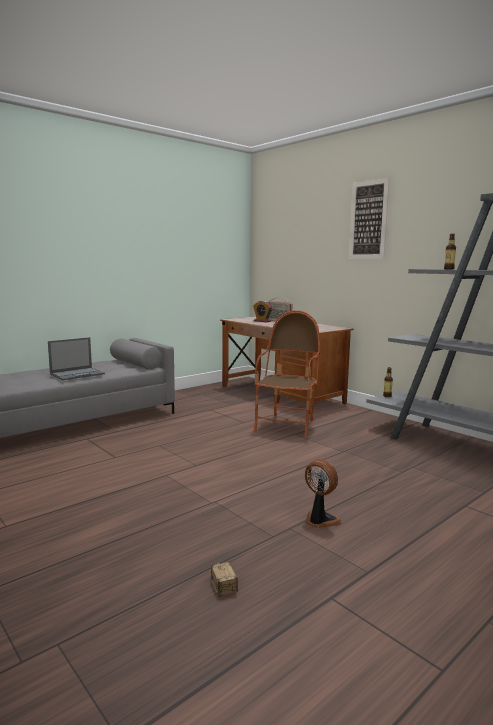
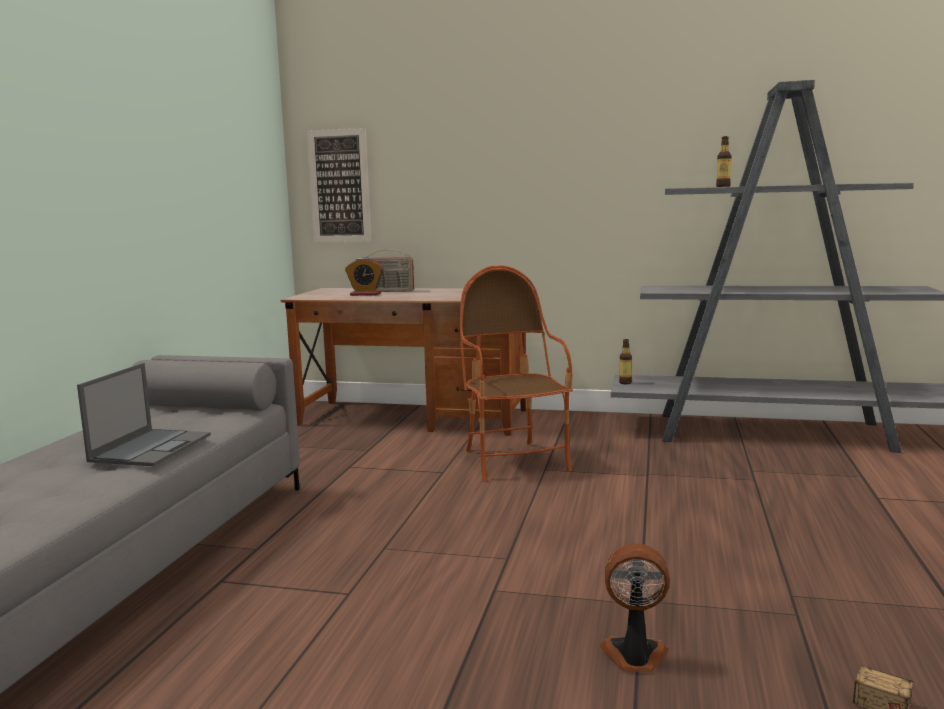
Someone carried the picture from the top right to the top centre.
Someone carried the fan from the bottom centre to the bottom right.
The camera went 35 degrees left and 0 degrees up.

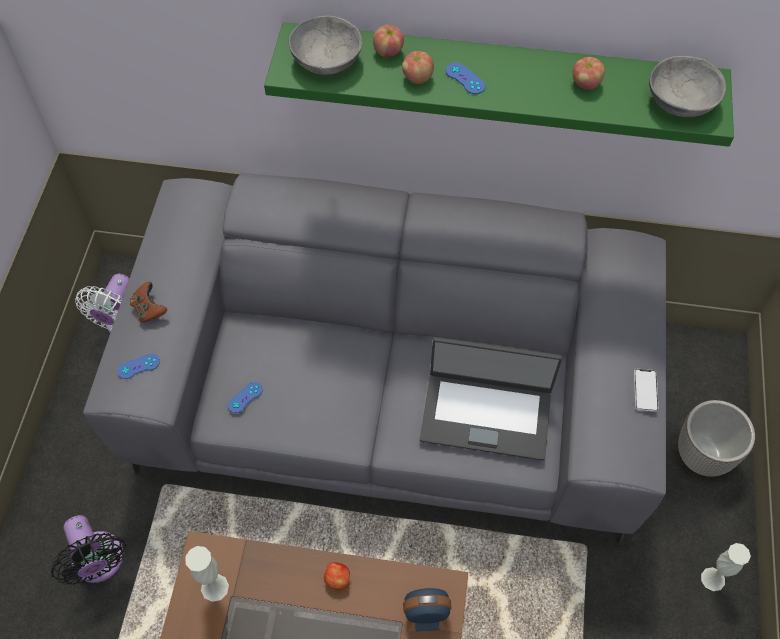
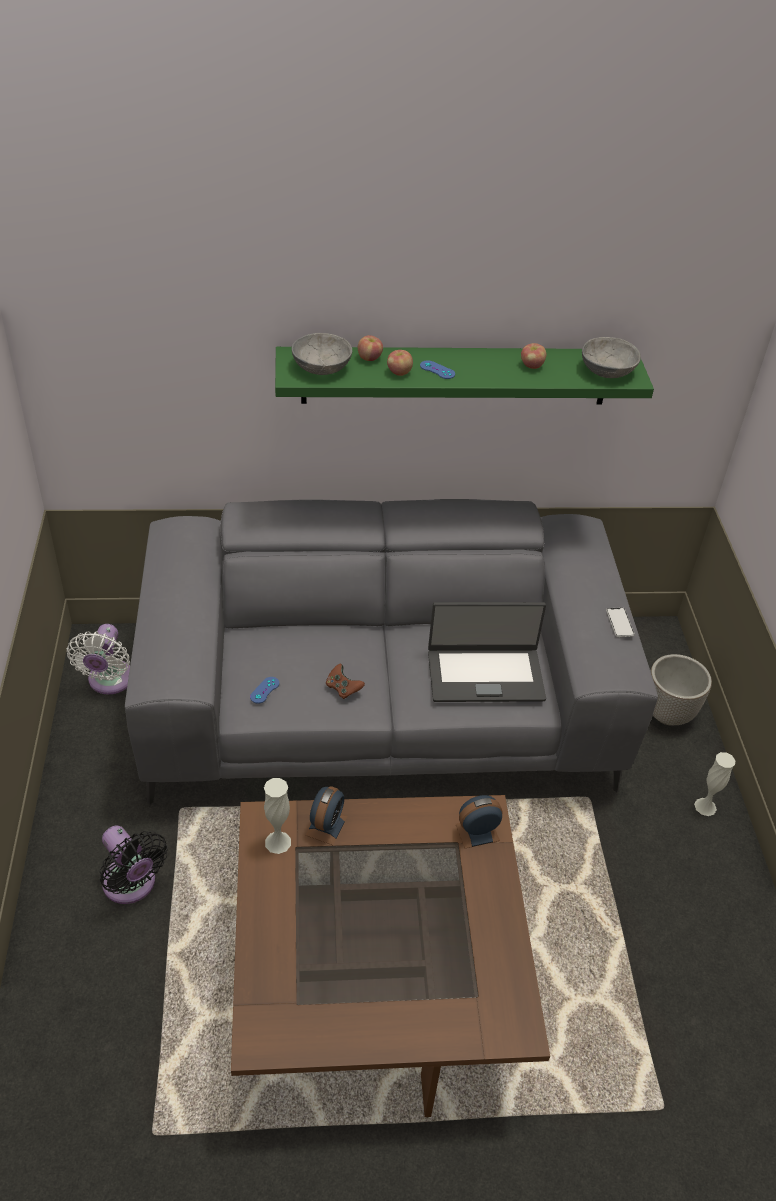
Someone put down the alarm clock (no. 1 from left) at the bottom centre.
Someone carried the game controller in brown from the middle left to the centre.
Someone took away the game controller in blue (no. 1 from left) at the middle left.
Someone took away the apple (no. 1 from left) at the bottom centre.
The camera went 15 degrees left and 15 degrees down.

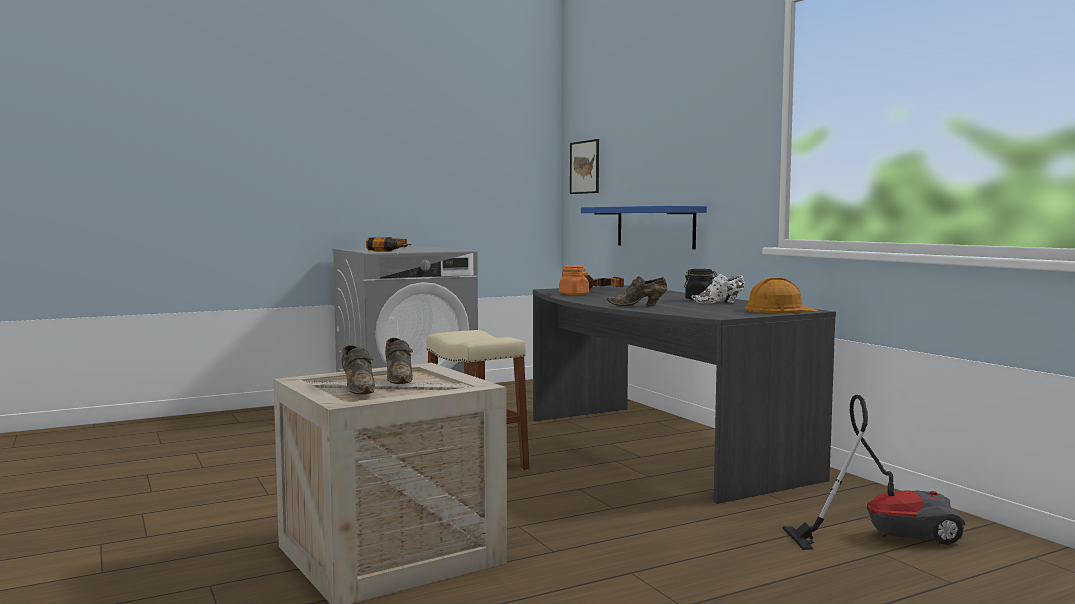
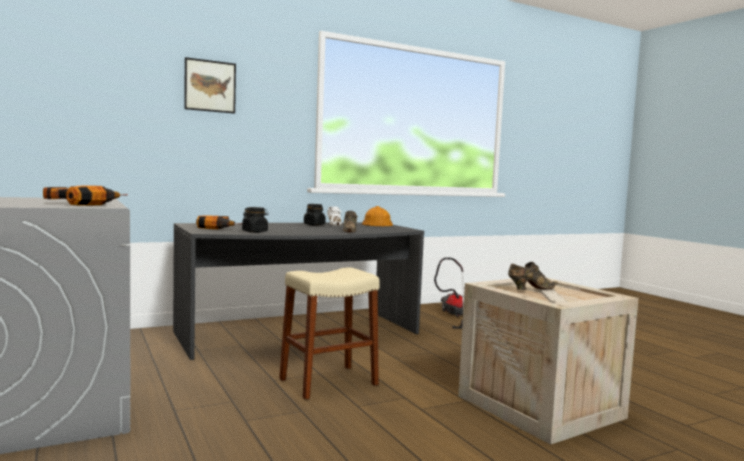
Someone carried the picture from the top centre to the top left.
Someone repainted the jar in orange at the centre, which became the jar in black (no. 1 from left) at the centre.
Someone took away the shoe in brown (no. 1 from left) at the middle left.
Someone took away the shelf in blue at the centre.
The camera went 90 degrees left and 0 degrees up.

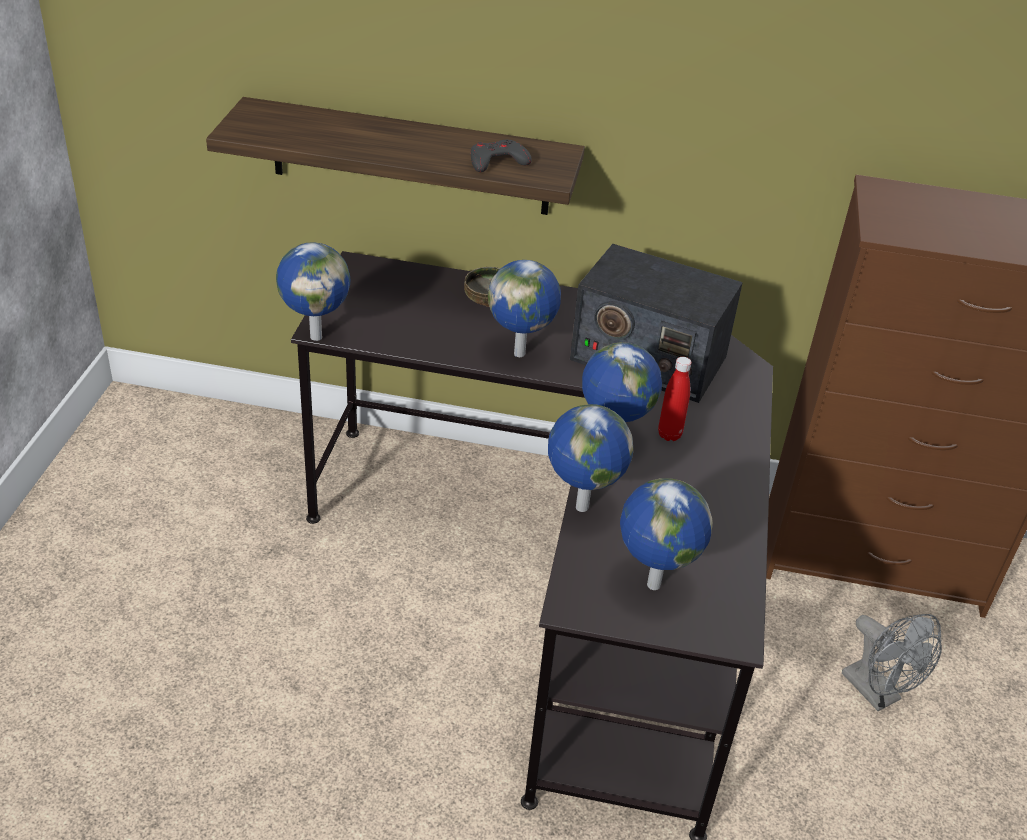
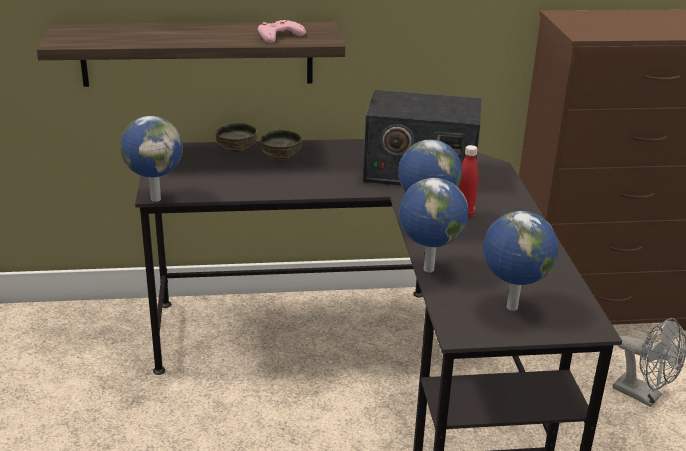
Someone put down the bowl (no. 1 from left) at the top centre.
Someone repainted the game controller in grey at the top centre, which became the game controller in pink at the top centre.
Someone took away the globe (no. 2 from left) at the centre.
The camera went 15 degrees left and 10 degrees down.

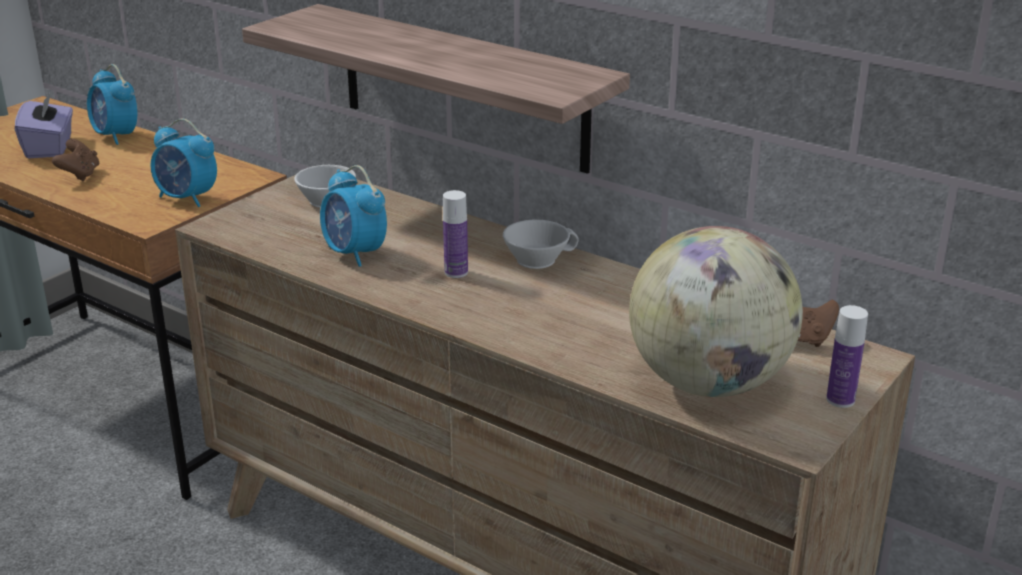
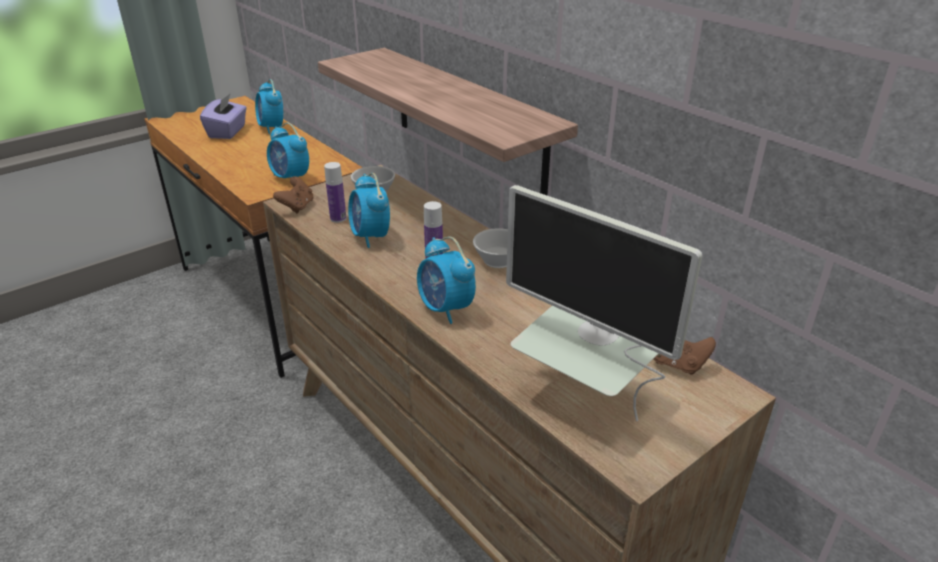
Someone carried the game controller in brown (no. 1 from left) from the top left to the middle left.
Someone carried the bottle (no. 2 from left in the first image) from the middle right to the centre.
Someone put down the alarm clock (no. 4 from left) at the centre.
Someone swapped the globe at the middle right for the monitor at the centre.
The camera went 15 degrees right and 5 degrees up.

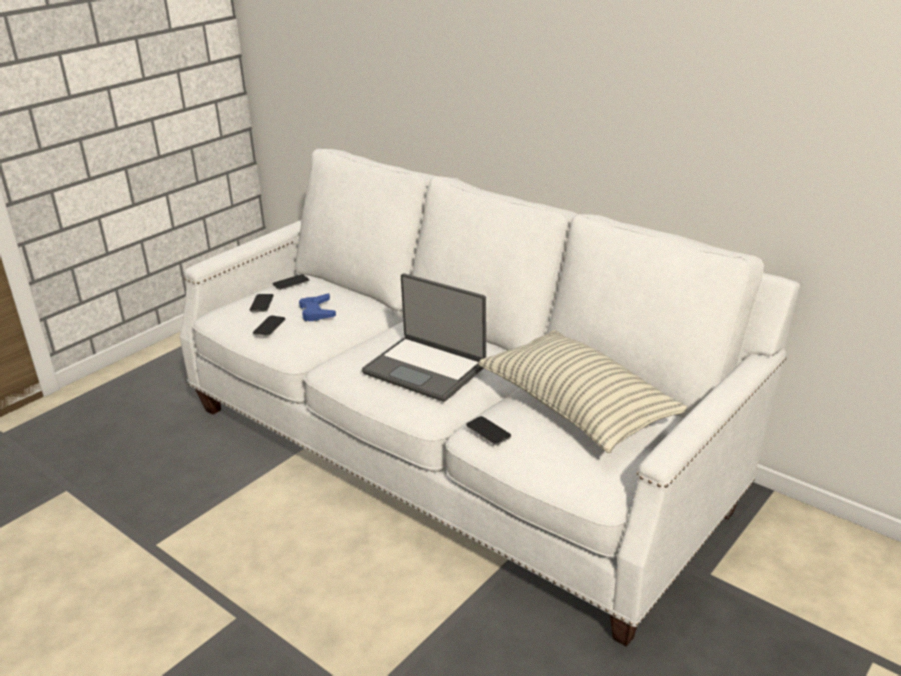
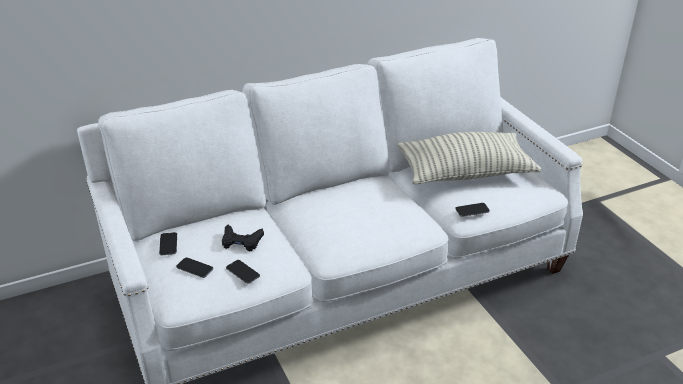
Someone repainted the game controller in blue at the centre, which became the game controller in black at the centre.
Someone took away the laptop at the centre.
The camera went 65 degrees left and 5 degrees up.

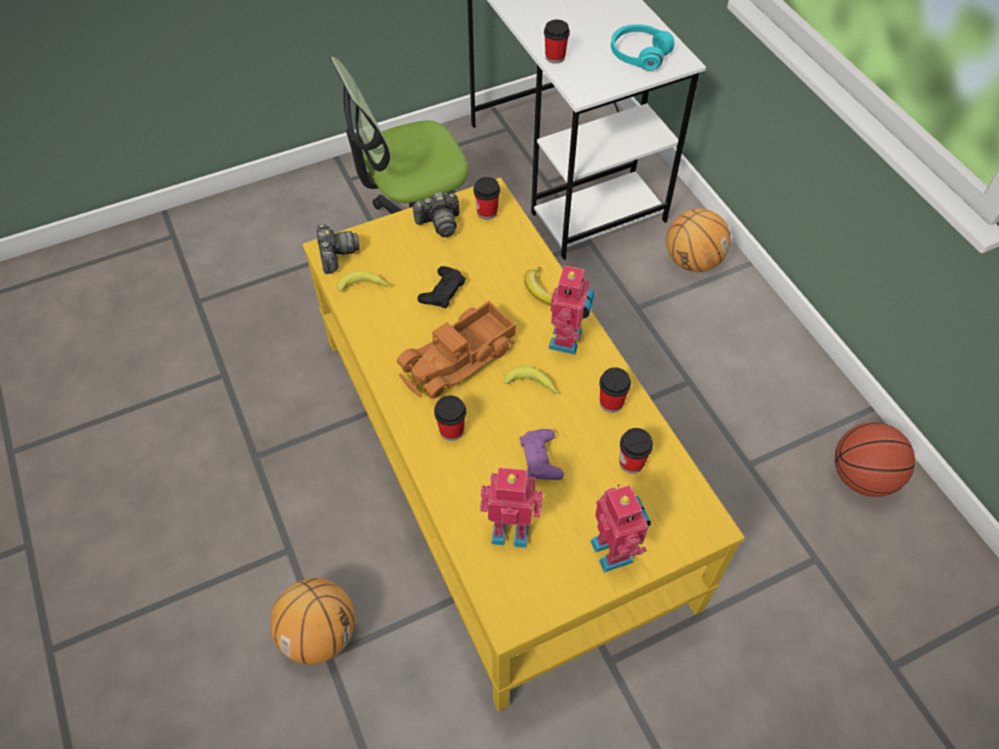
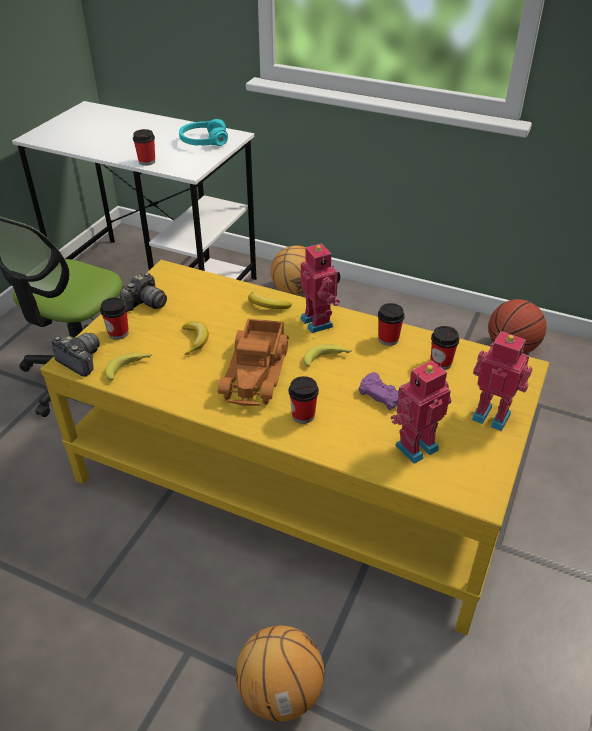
Someone carried the cup (no. 2 from left in the first image) from the top centre to the middle left.
Someone swapped the game controller in black at the centre for the banana (no. 2 from left) at the middle left.
The camera went 40 degrees left and 15 degrees down.

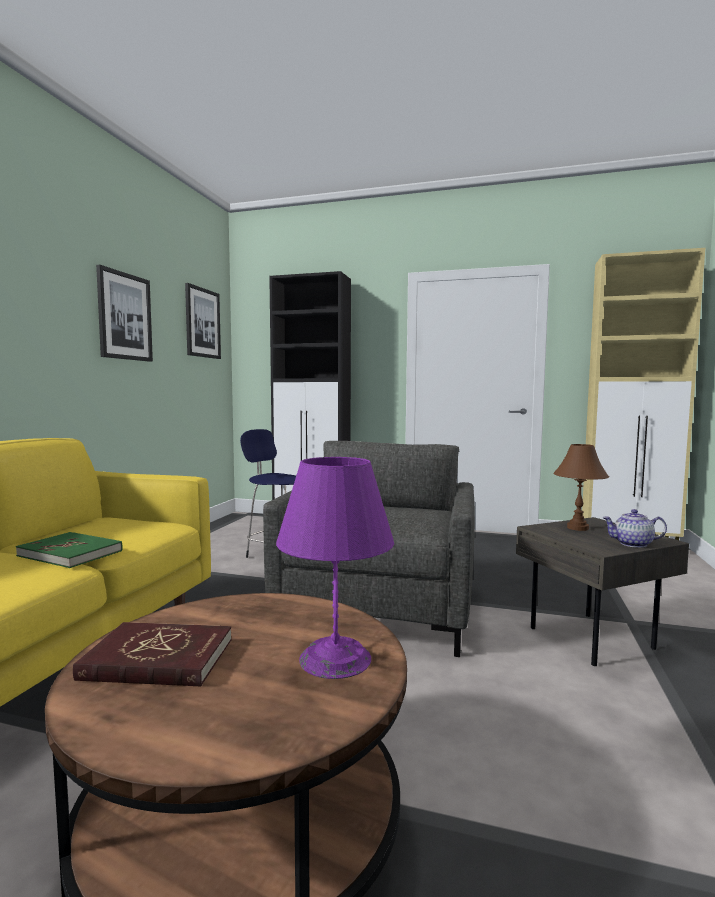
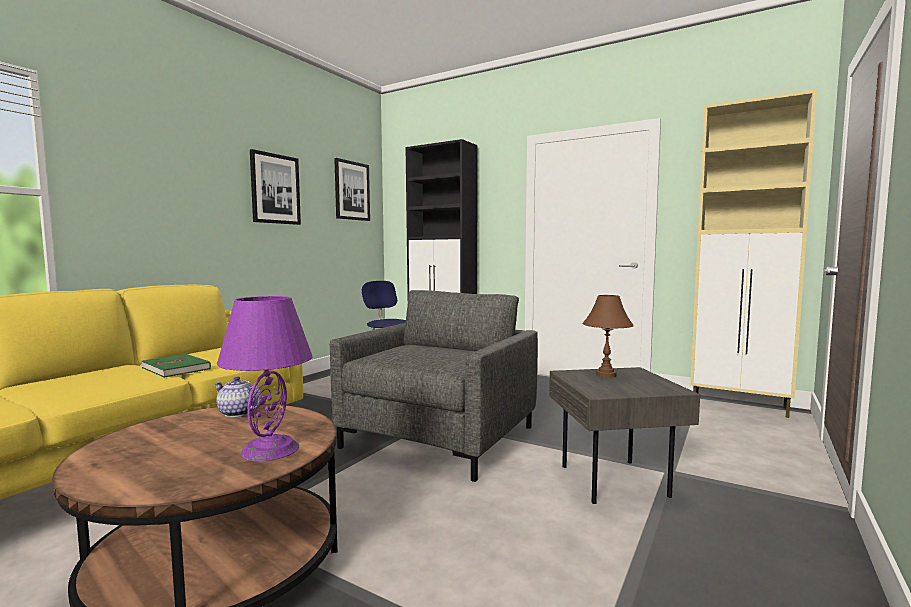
Someone carried the teapot from the middle right to the middle left.
Someone took away the book in red at the bottom left.
The camera went 15 degrees right and 0 degrees up.

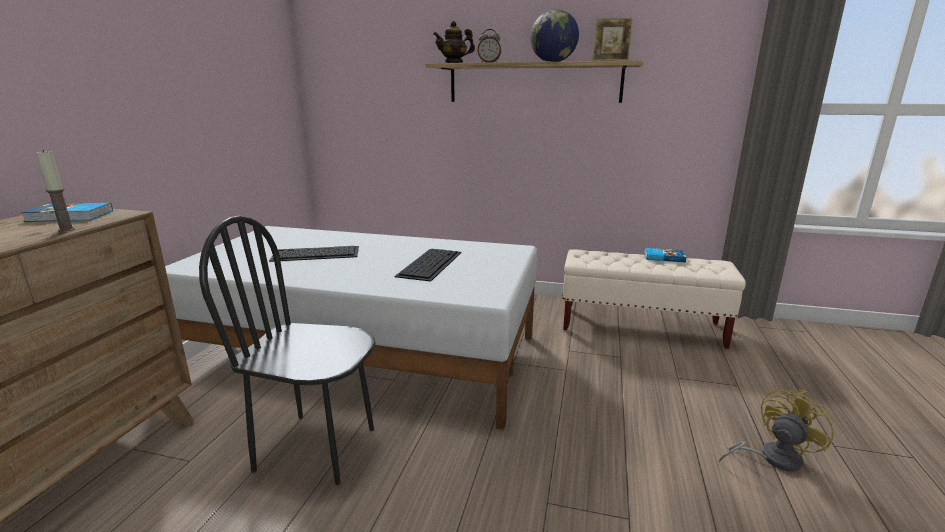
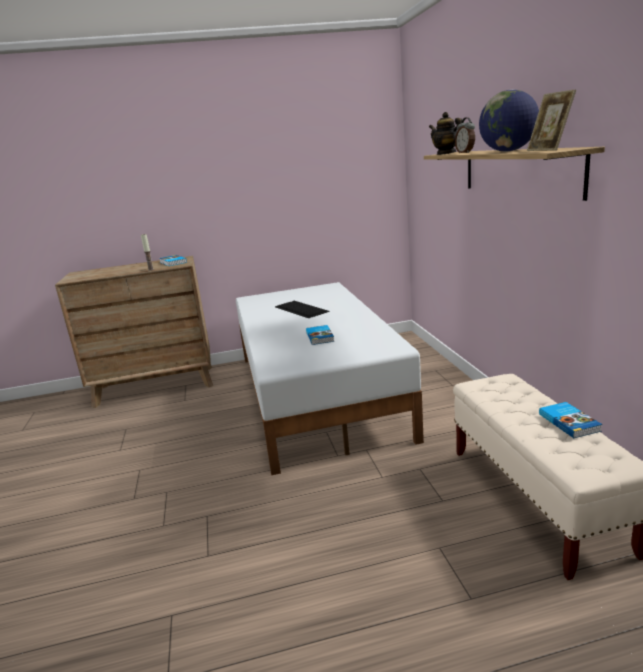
Someone swapped the keyboard (no. 2 from left) at the centre for the book (no. 2 from left) at the centre.
Someone took away the chair in black at the middle left.
Someone took away the fan in yellow at the bottom right.
The camera went 65 degrees right and 0 degrees up.

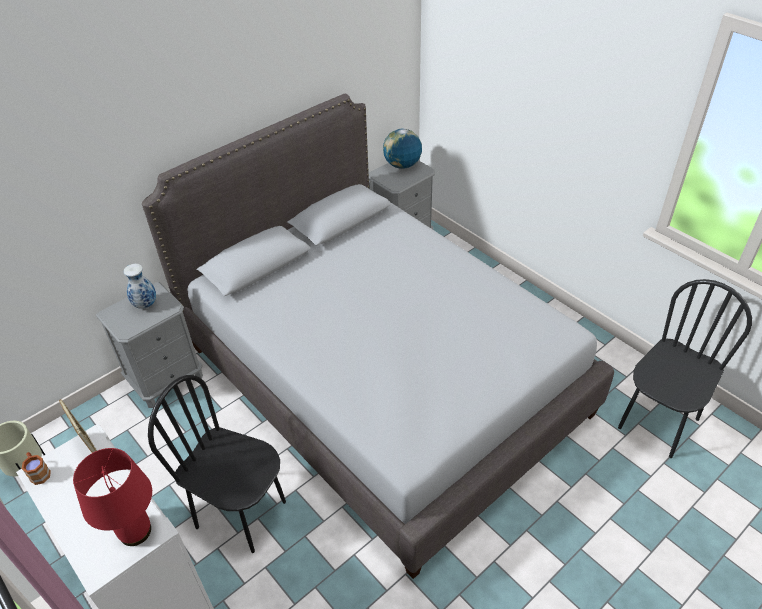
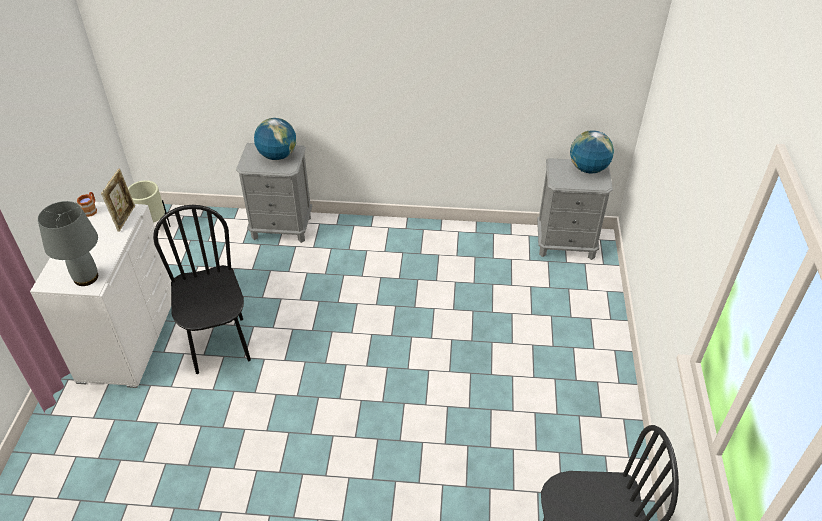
Someone repainted the table lamp in red at the bottom left, which became the table lamp in grey at the middle left.
Someone swapped the vase at the middle left for the globe (no. 1 from left) at the top centre.
Someone took away the bed in grey at the centre.
The camera went 45 degrees right and 0 degrees up.

